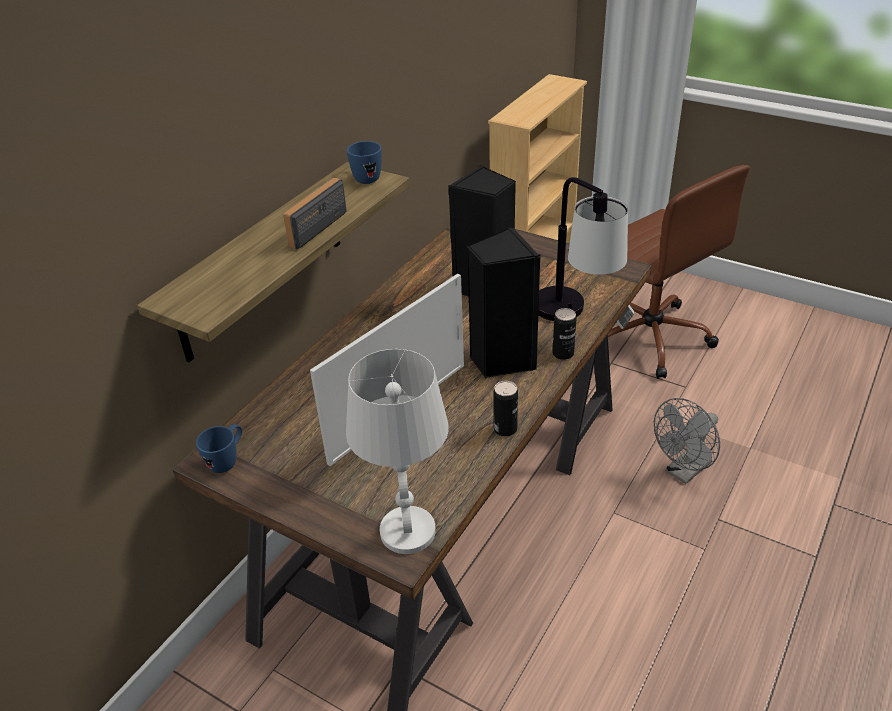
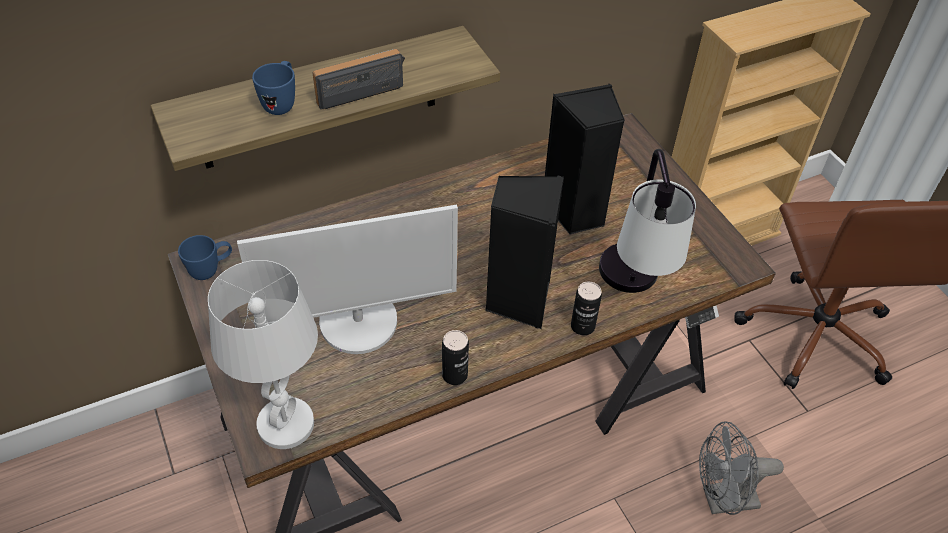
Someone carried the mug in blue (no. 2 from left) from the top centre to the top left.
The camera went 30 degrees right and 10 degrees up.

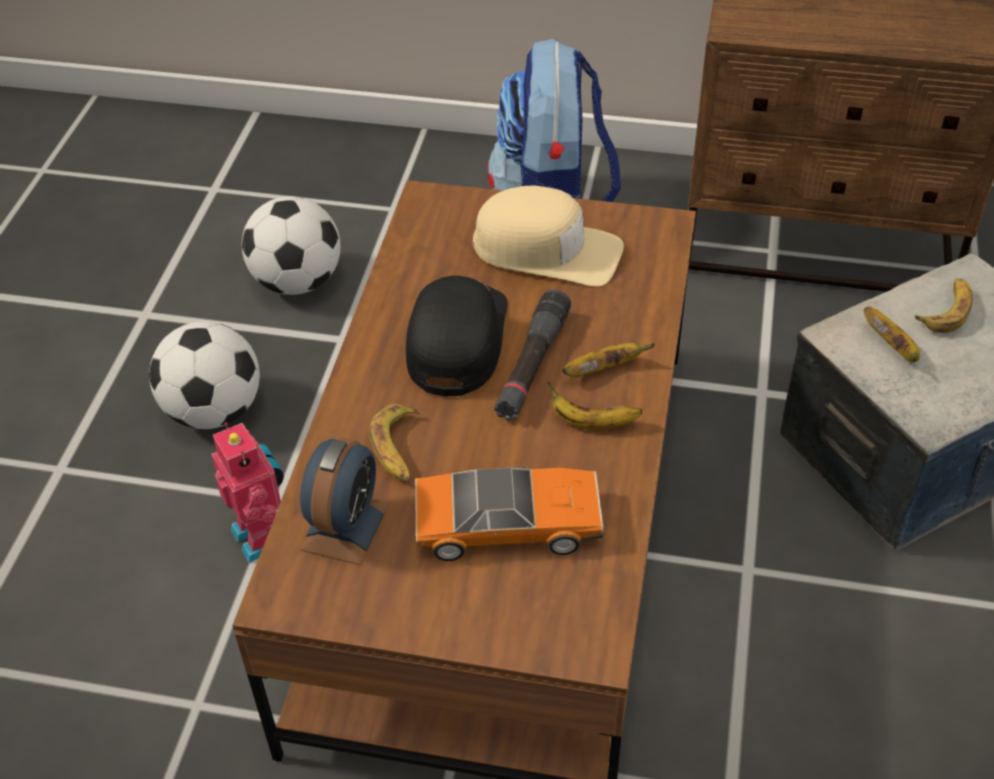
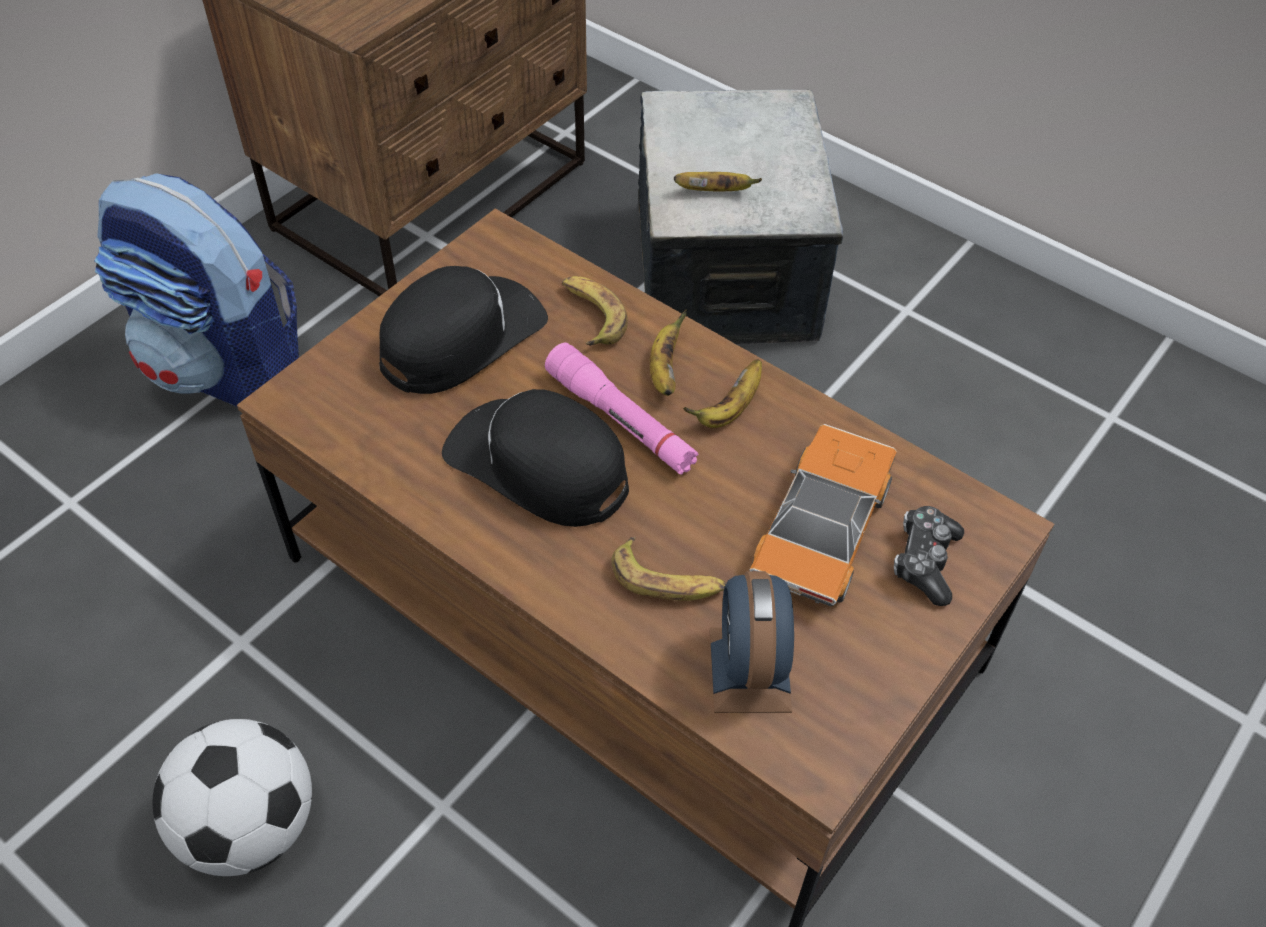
Someone repainted the cap in beige at the top centre, which became the cap in black (no. 1 from left) at the centre.
Someone repainted the flashlight in black at the centre, which became the flashlight in pink at the centre.
Someone carried the banana (no. 5 from left in the first image) from the middle right to the centre.
Someone rotated the alarm clock at the centre by 135 degrees counterclockwise.
Someone put down the game controller at the middle right.
Someone took away the toy robot at the middle left.
Someone took away the football (no. 2 from left) at the top left.
The camera went 65 degrees left and 5 degrees up.

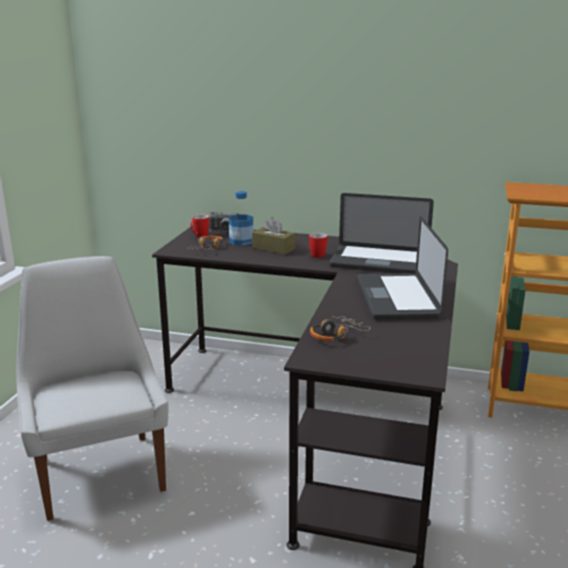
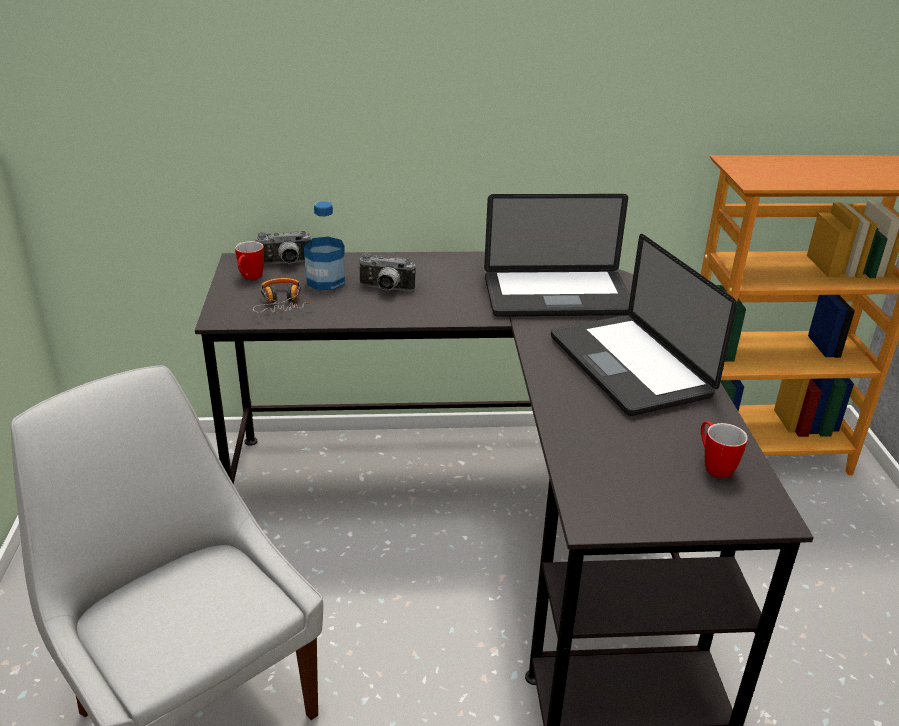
Someone swapped the tissue box in brown at the centre for the photo camera (no. 2 from left) at the centre.
Someone carried the mug (no. 2 from left) from the centre to the middle right.
Someone took away the headphones (no. 2 from left) at the centre.
The camera went 20 degrees left and 10 degrees up.

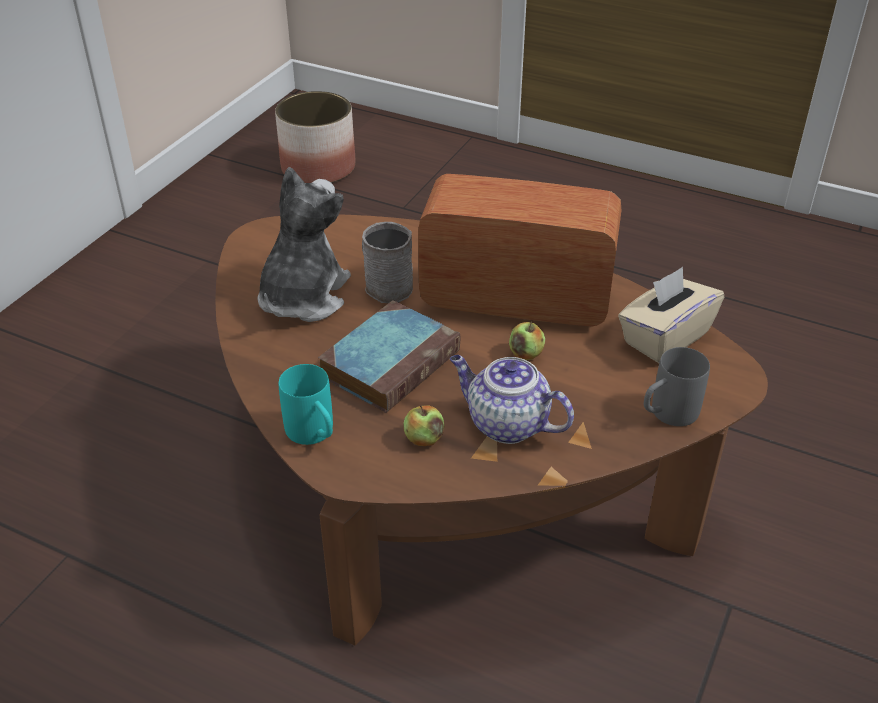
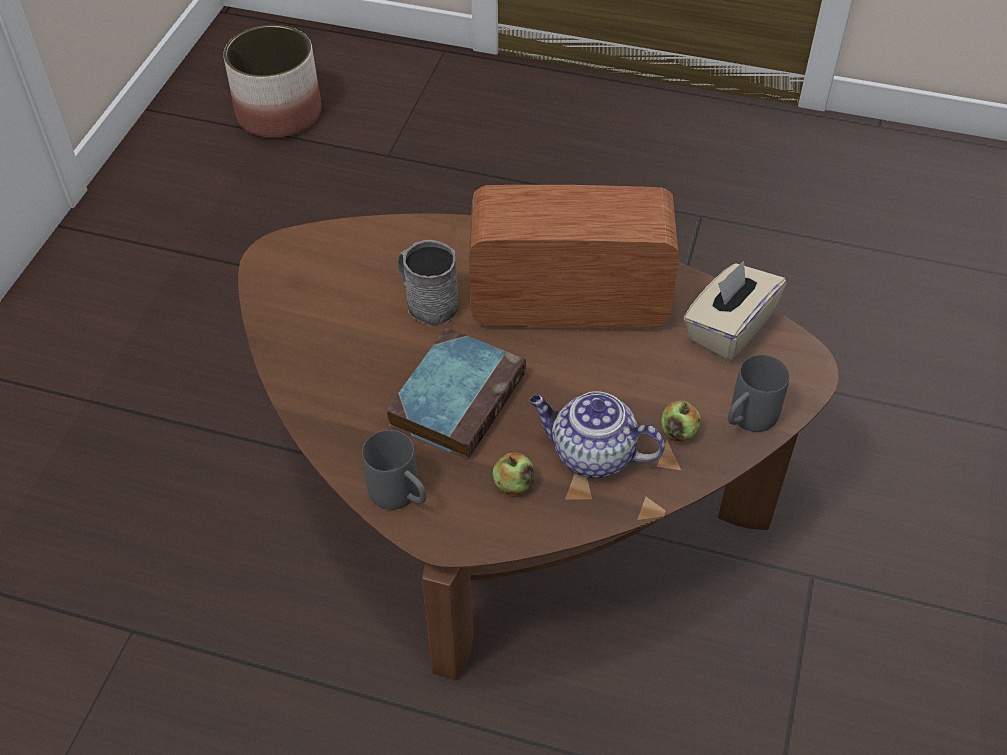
Someone repainted the mug in turquoise at the centre, which became the mug in grey (no. 1 from left) at the centre.
Someone carried the apple (no. 2 from left) from the centre to the middle right.
Someone took away the plush toy at the centre.
The camera went 10 degrees left and 10 degrees up.

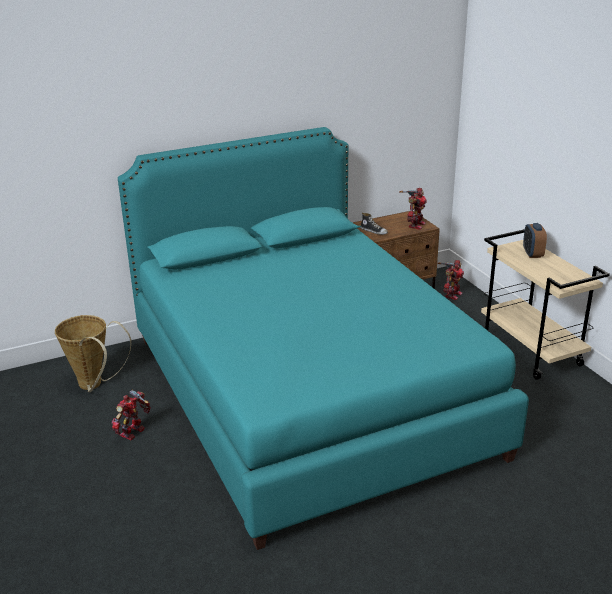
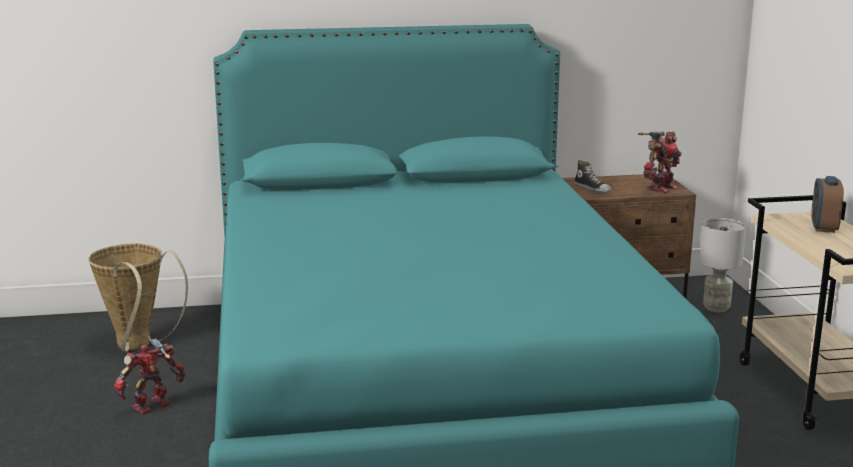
Someone swapped the toy robot (no. 3 from left) at the middle right for the table lamp in grey at the middle right.
The camera went 15 degrees right and 10 degrees down.

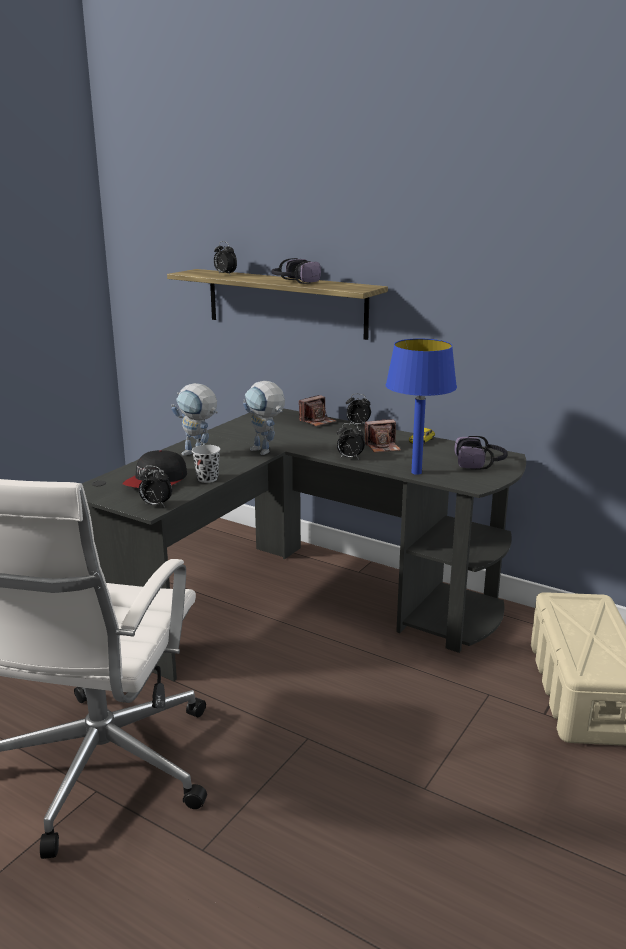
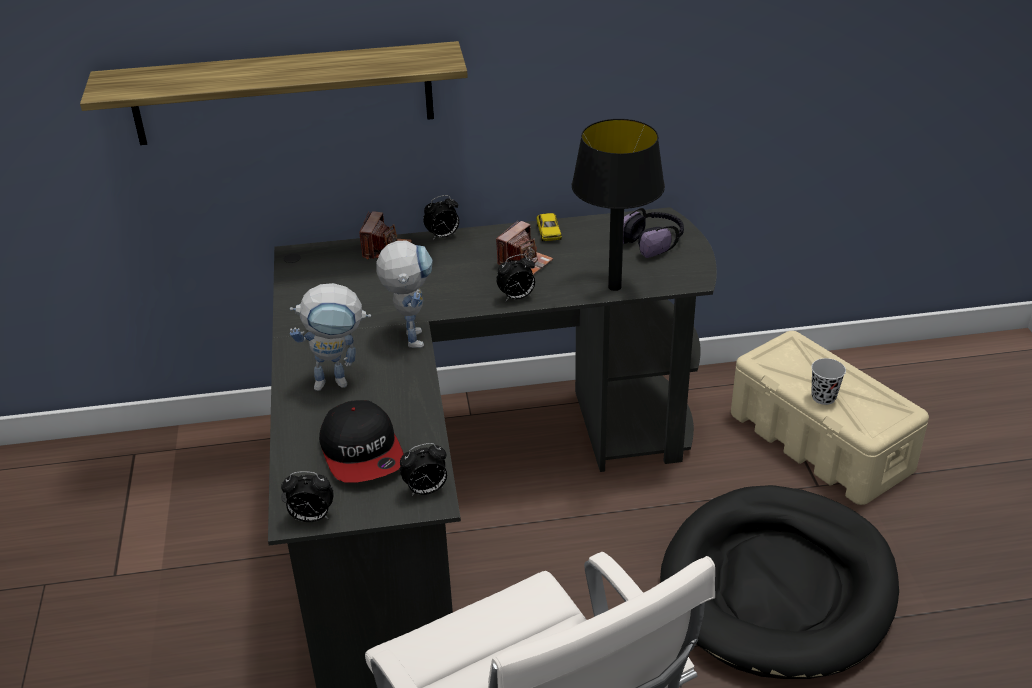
Someone carried the alarm clock (no. 2 from left in the first image) from the top centre to the bottom left.
Someone rotated the toy robot (no. 2 from left) at the centre by 105 degrees counterclockwise.
Someone repainted the table lamp in blue at the middle right, which became the table lamp in black at the top centre.
Someone put down the dog bed in black at the bottom right.
Someone carried the cup in black from the middle left to the middle right.
Someone took away the headphones (no. 1 from left) at the top centre.
The camera went 40 degrees left and 15 degrees up.

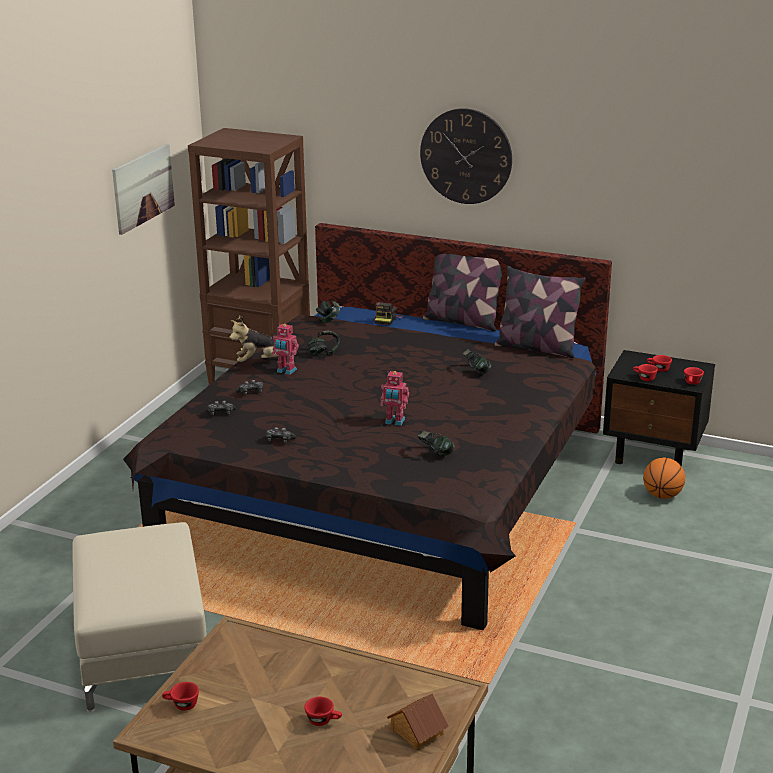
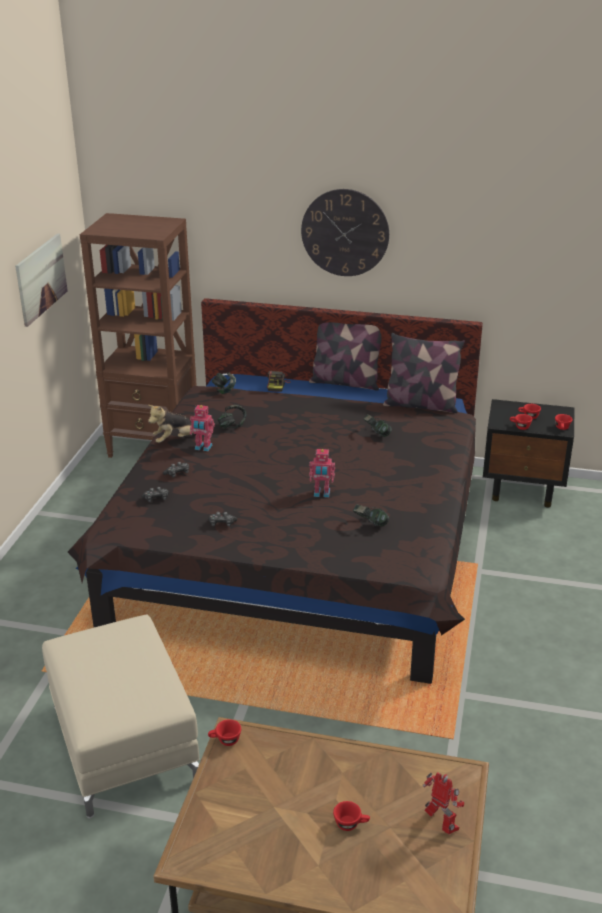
Someone carried the cup in red (no. 1 from left) from the bottom left to the bottom centre.
Someone swapped the toy house at the bottom centre for the toy robot (no. 3 from left) at the bottom right.
Someone took away the basketball at the middle right.
The camera went 10 degrees left and 5 degrees up.

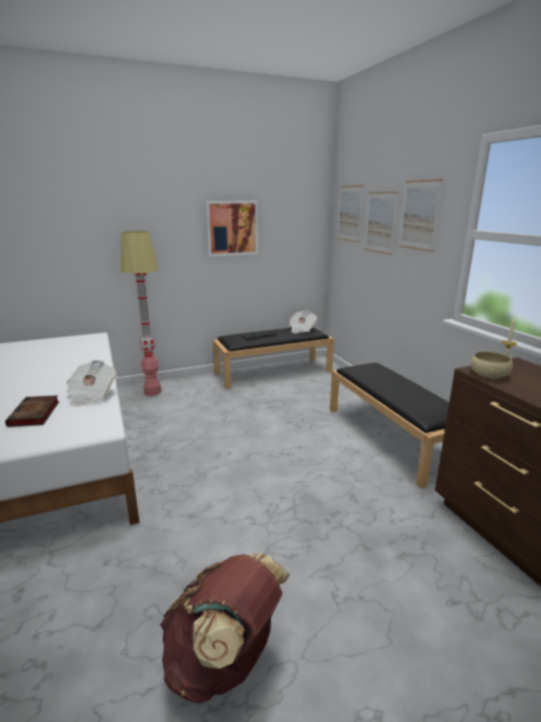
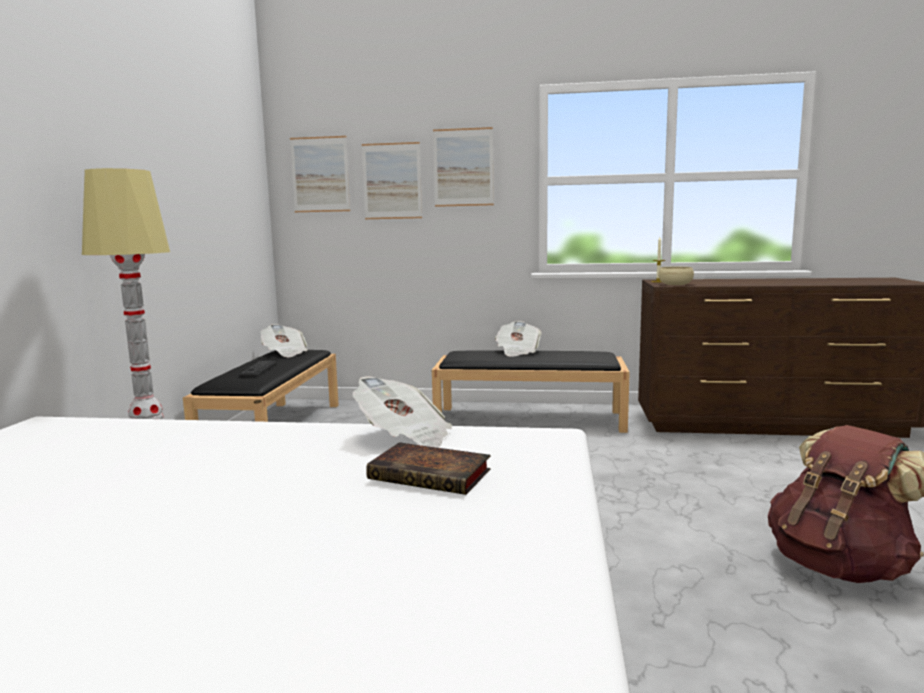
Someone put down the newspaper (no. 3 from left) at the centre.
Someone took away the picture (no. 1 from left) at the top centre.
The camera went 60 degrees left and 10 degrees down.

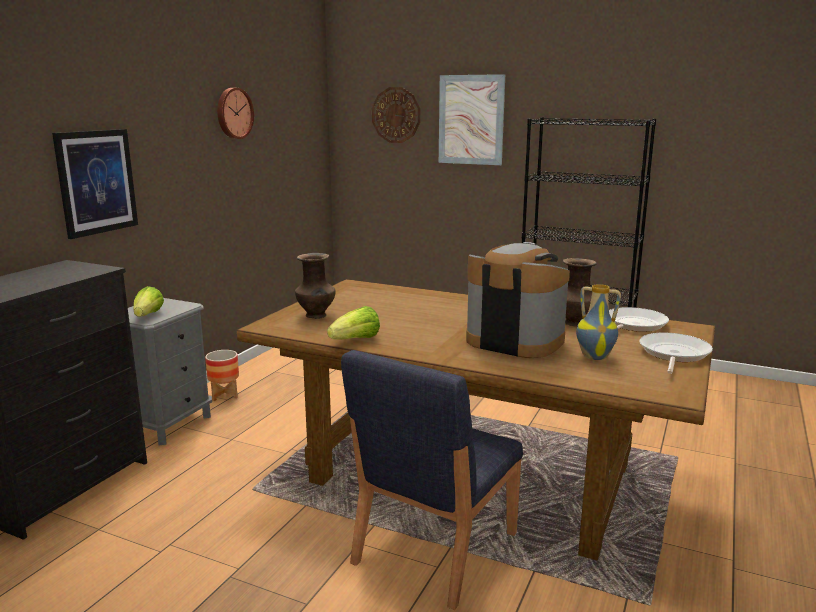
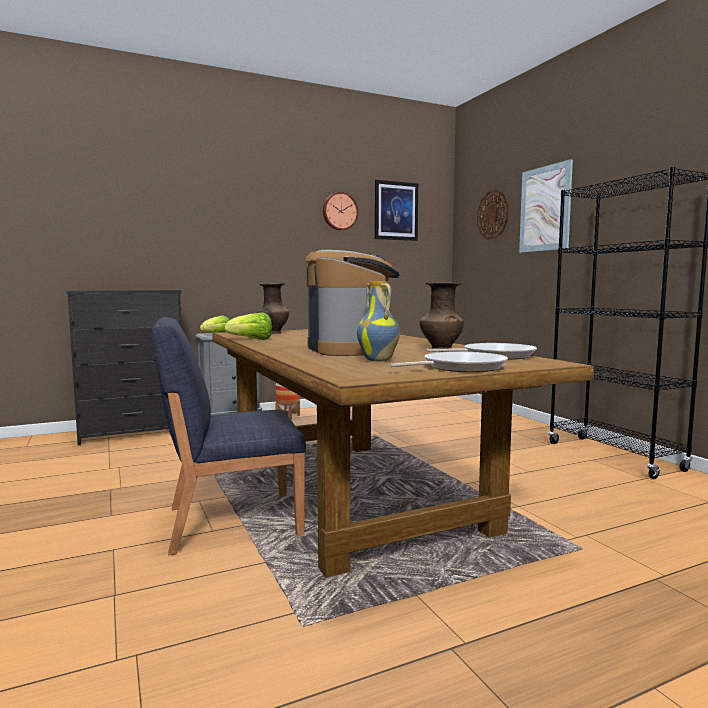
Someone carried the picture (no. 1 from left) from the top left to the top centre.
The camera went 40 degrees right and 10 degrees down.

